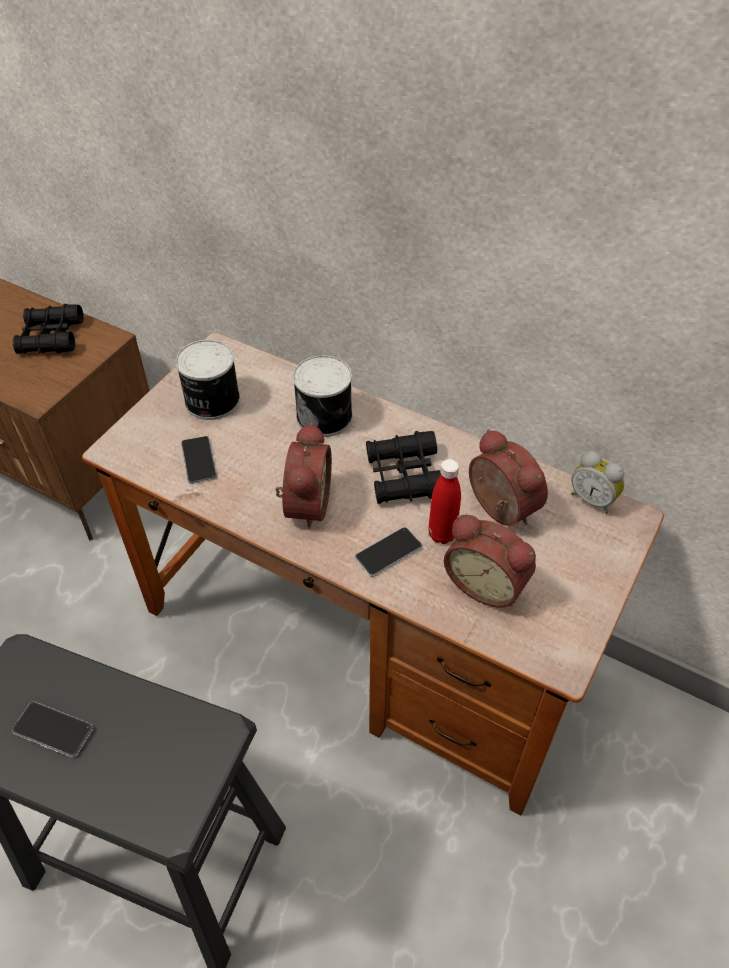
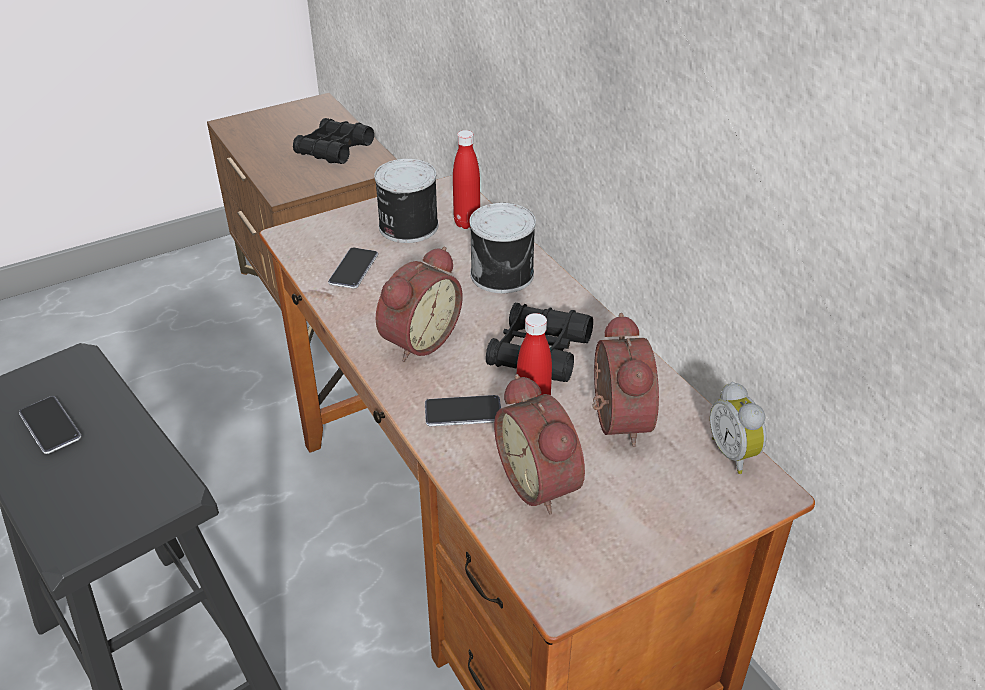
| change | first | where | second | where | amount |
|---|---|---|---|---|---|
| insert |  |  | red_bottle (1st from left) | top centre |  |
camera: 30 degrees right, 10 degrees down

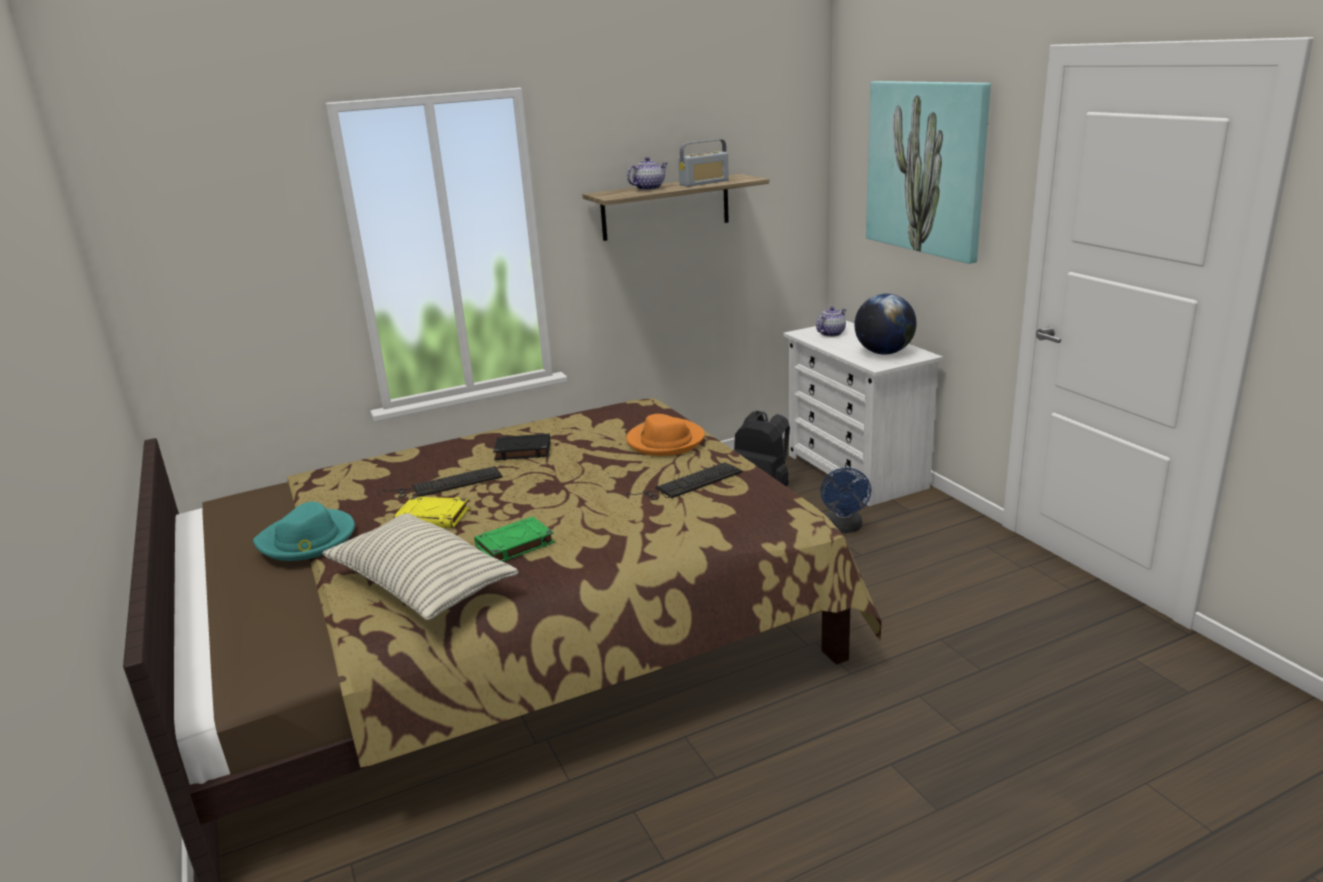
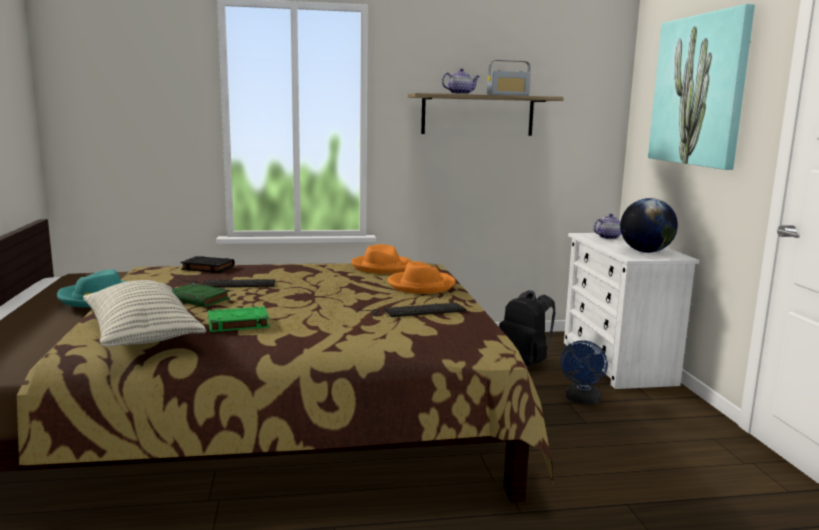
| change | first | where | second | where | amount |
|---|---|---|---|---|---|
| recolor | yellow_book | middle left | green_book (1st from left) | middle left |  |
| move | black_book | centre |  | middle left |  |
| insert |  |  | orange_hat (1st from left) | centre |  |
camera: 15 degrees right, 10 degrees down

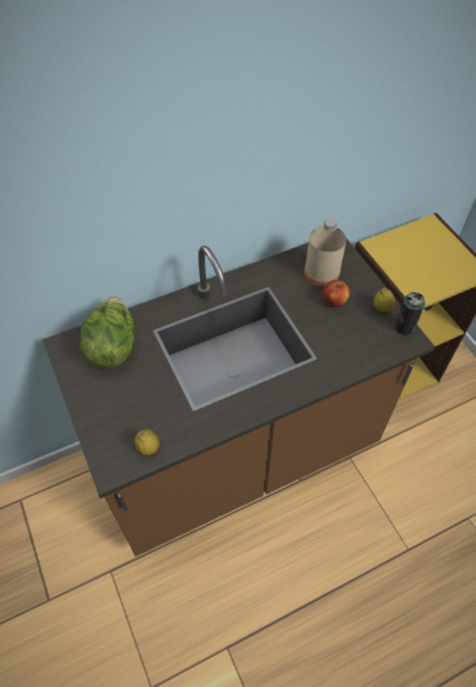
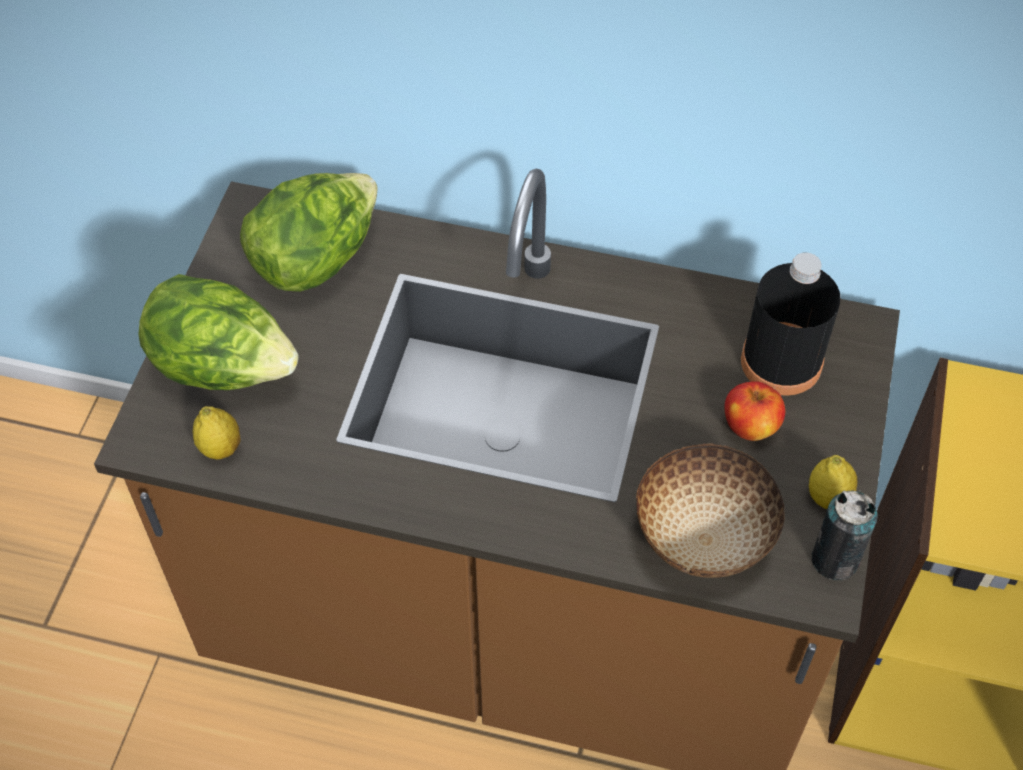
| change | first | where | second | where | amount |
|---|---|---|---|---|---|
| insert |  |  | lettuce (1st from left) | middle left |  |
| insert |  |  | bowl | middle right |  |
| recolor | beige_bottle | middle right | black_bottle | middle right |  |
camera: 40 degrees right, 0 degrees up

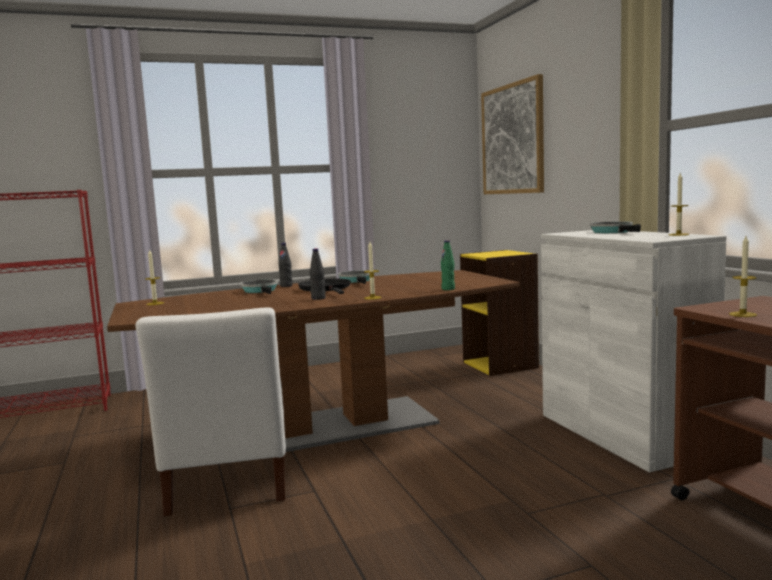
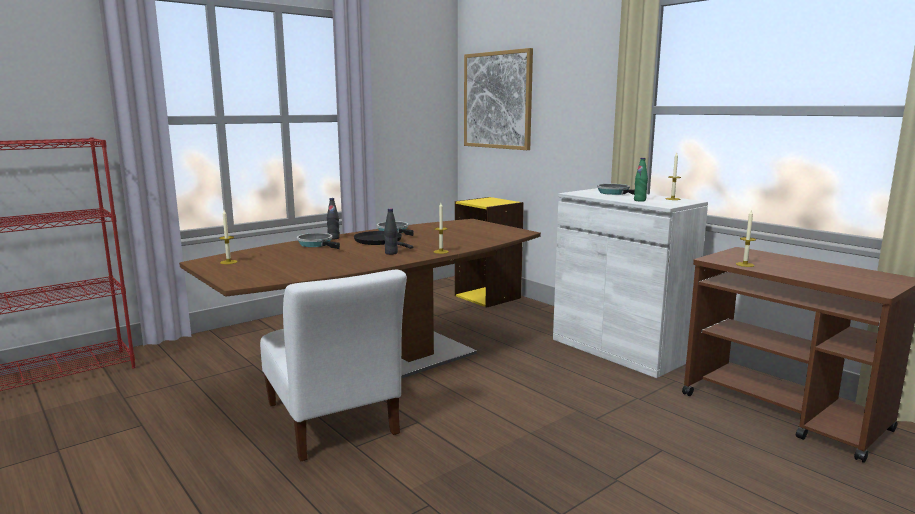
| change | first | where | second | where | amount |
|---|---|---|---|---|---|
| move | green_bottle | centre |  | middle right |  |
camera: 20 degrees left, 5 degrees up

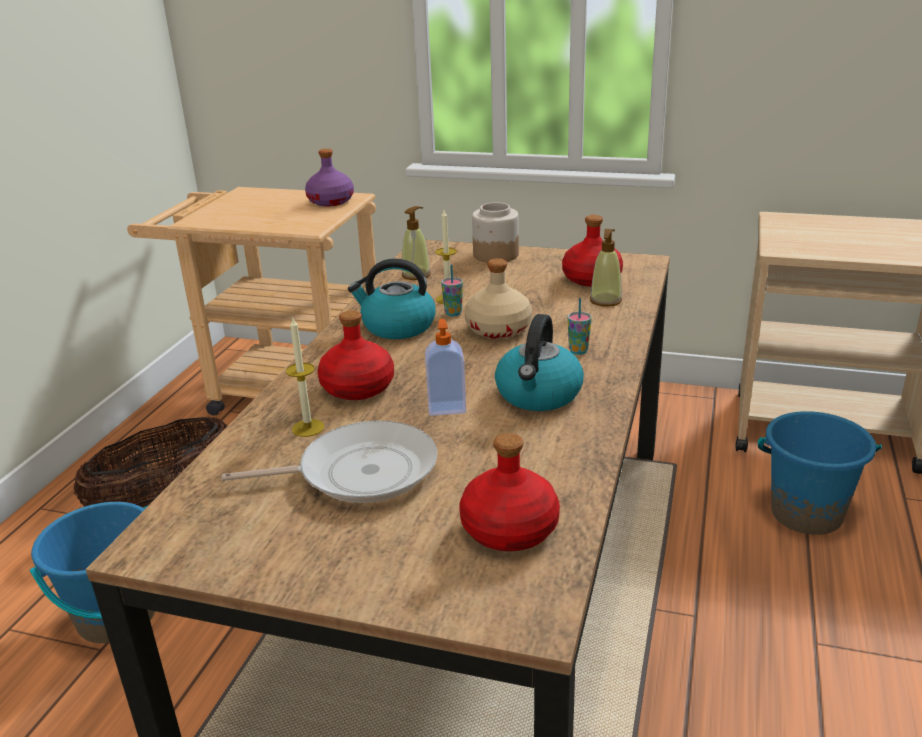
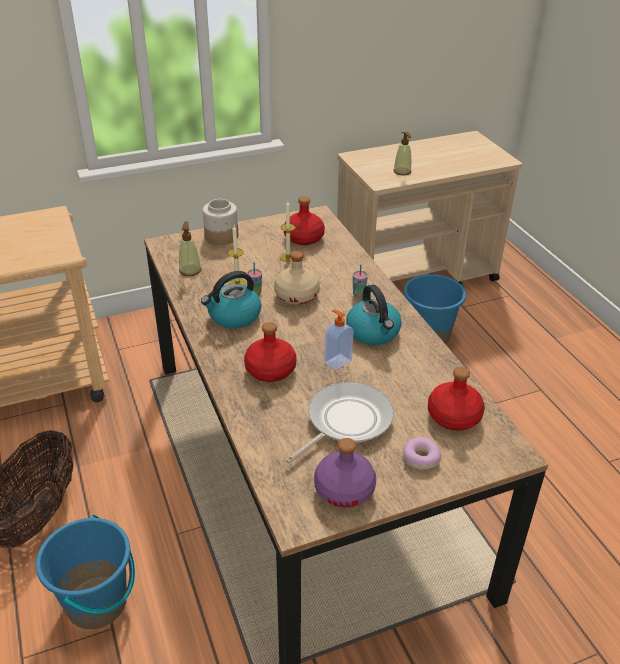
| change | first | where | second | where | amount |
|---|---|---|---|---|---|
| move | candle (1st from left in the first image) | middle left | candle (2nd from left) | centre |  |
| move | purple_bottle | top centre |  | bottom centre |  |
| move | soap_dispenser (3rd from left) | centre |  | top centre |  |
| insert |  |  | donut | bottom right |  |
camera: 40 degrees left, 10 degrees up

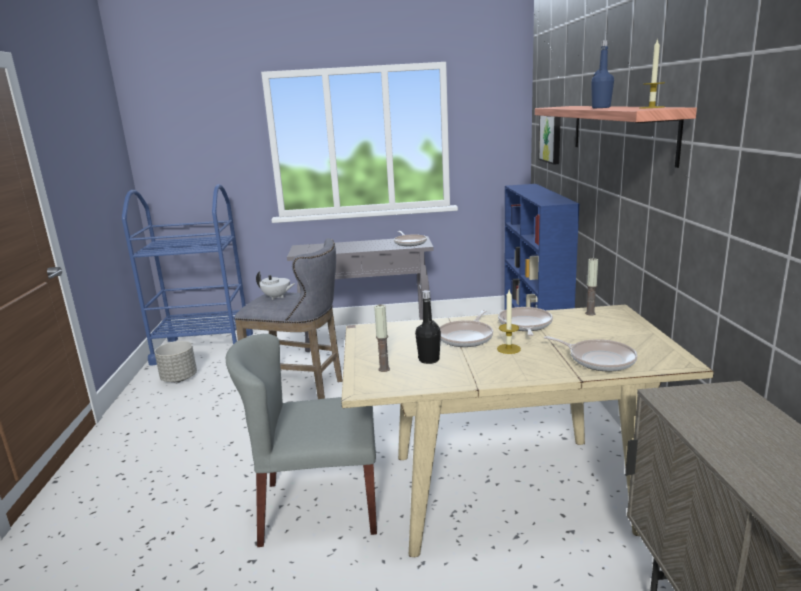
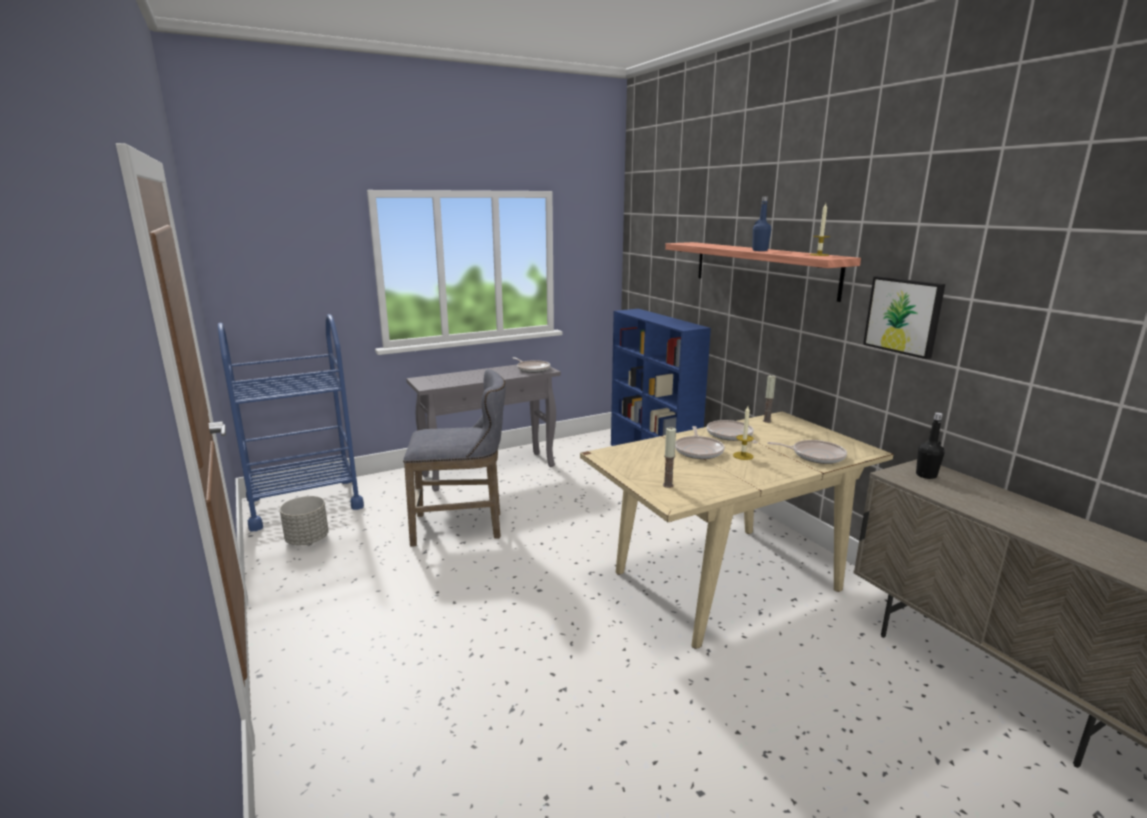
| change | first | where | second | where | amount |
|---|---|---|---|---|---|
| move | picture | top right |  | middle right |  |
| move | black_bottle | centre |  | middle right |  |
| delete | grey_chair | bottom centre |  |  |  |
| delete | white_teapot | centre |  |  |  |
camera: 25 degrees left, 0 degrees up

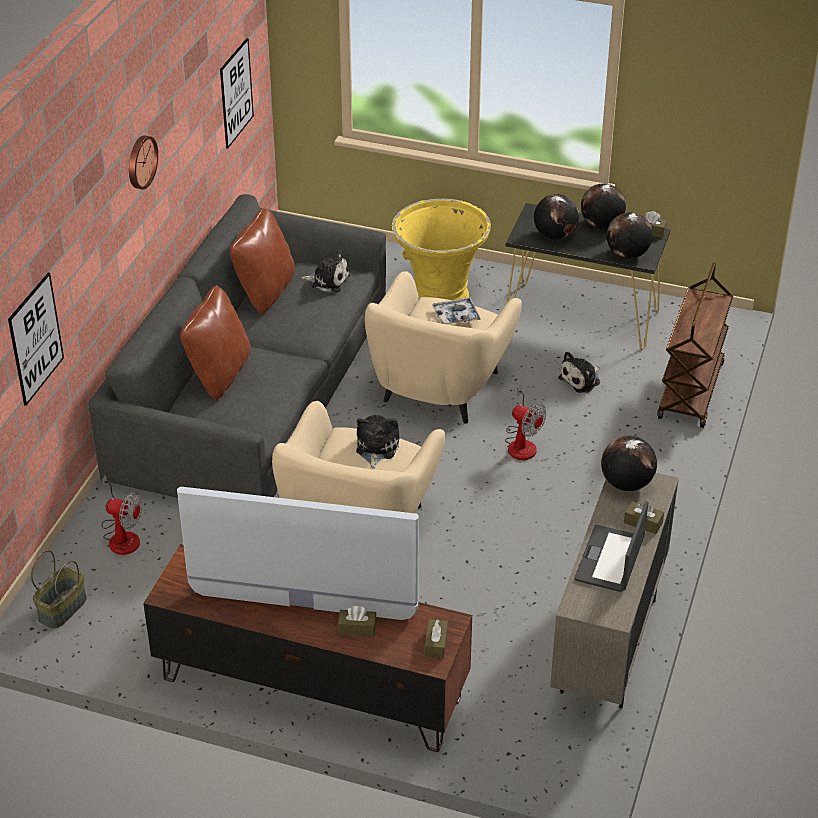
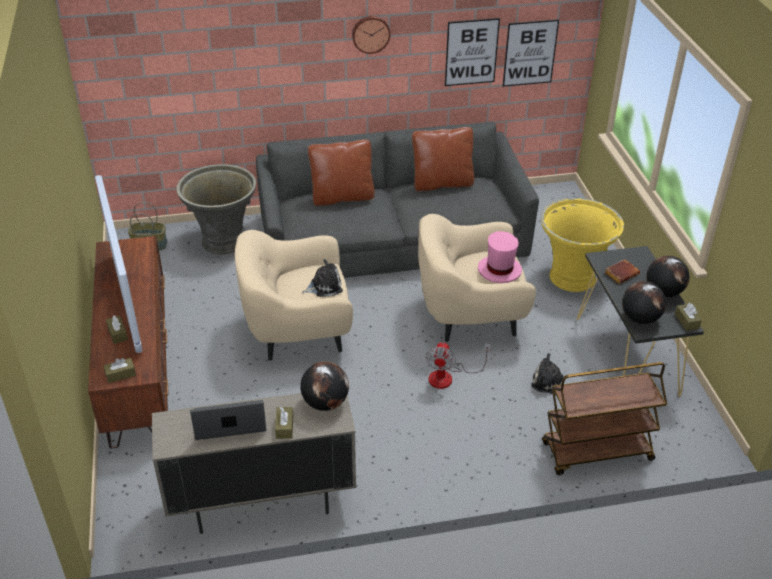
| change | first | where | second | where | amount |
|---|---|---|---|---|---|
| replace | fan (1st from left) | middle left | grey_planter | middle left |  |
| move | picture (1st from left) | middle left |  | top centre |  |
| replace | tray | centre | pink_hat | centre |  |
| replace | globe (1st from left) | top right | brown_book | middle right |  |
| delete | plush_toy (1st from left) | top centre |  |  |  |
camera: 60 degrees right, 0 degrees up

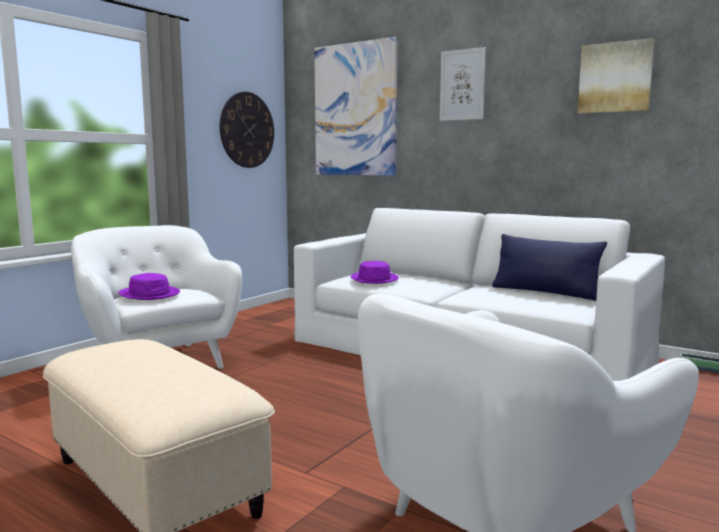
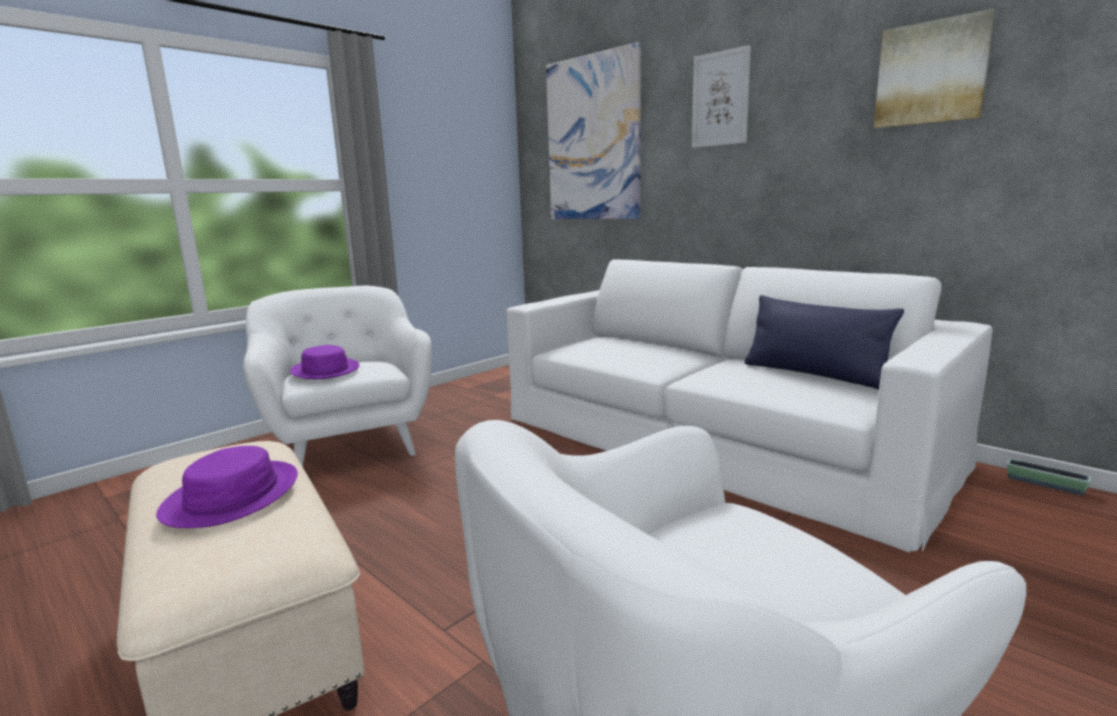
| change | first | where | second | where | amount |
|---|---|---|---|---|---|
| move | purple_hat (2nd from left in the first image) | centre | purple_hat (1st from left) | bottom left |  |
| delete | wall_clock | top centre |  |  |  |
camera: 10 degrees right, 5 degrees up

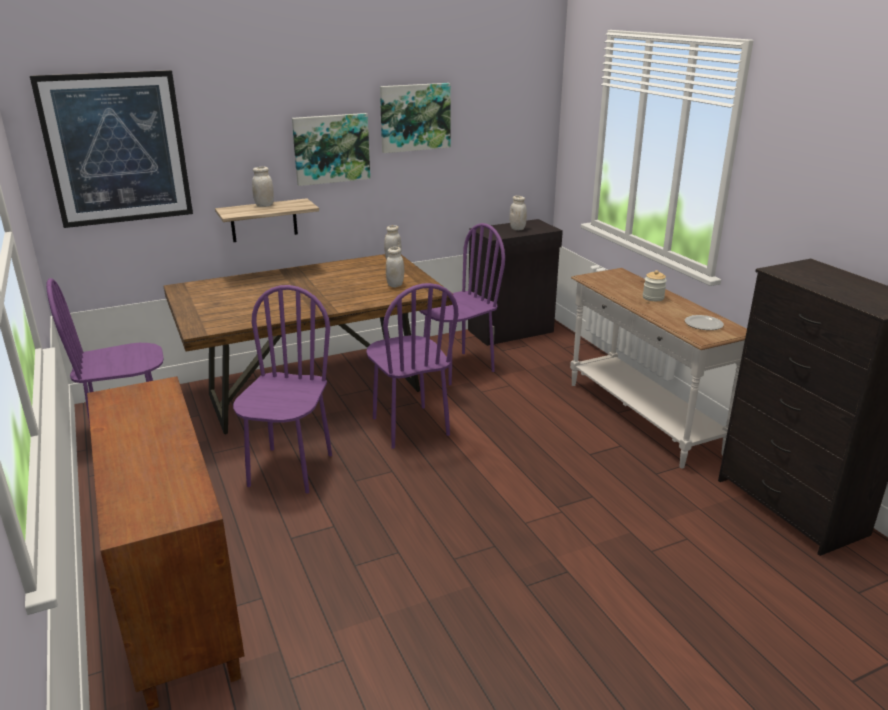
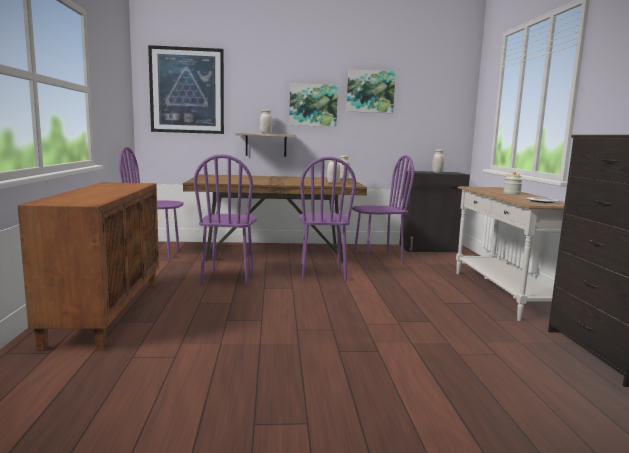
| change | first | where | second | where | amount |
|---|---|---|---|---|---|
| rotate | purple_chair (2nd from left) | middle left |  | centre | 150 degrees clockwise |
camera: 20 degrees right, 15 degrees down

